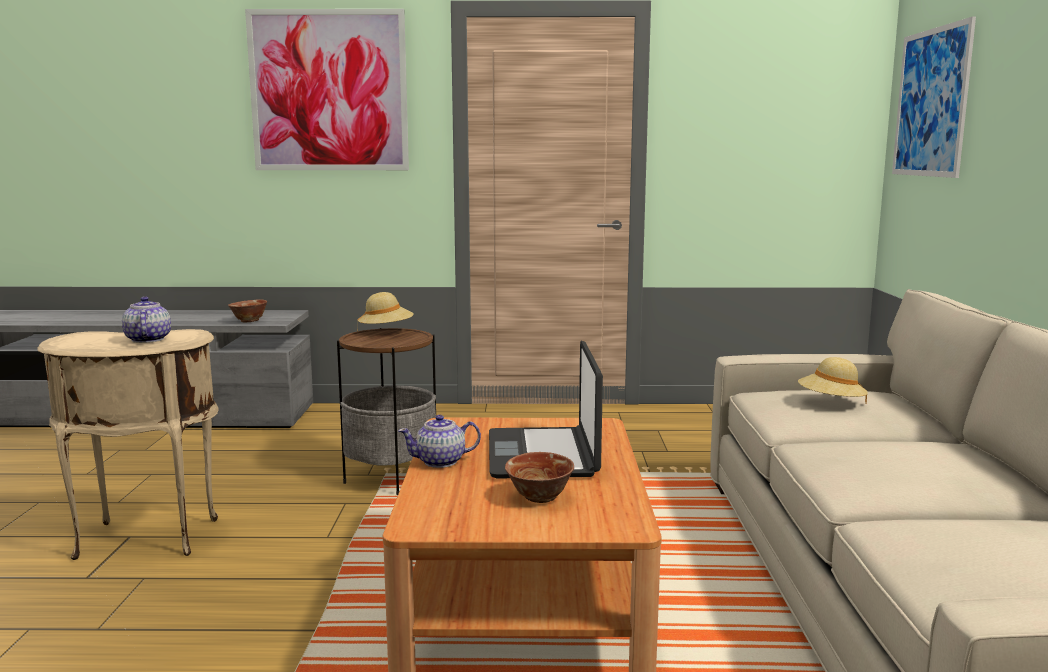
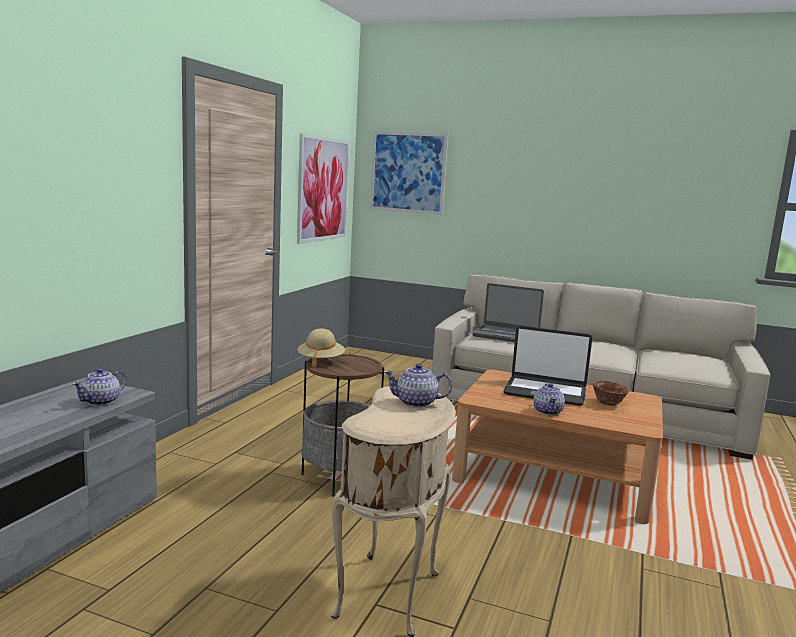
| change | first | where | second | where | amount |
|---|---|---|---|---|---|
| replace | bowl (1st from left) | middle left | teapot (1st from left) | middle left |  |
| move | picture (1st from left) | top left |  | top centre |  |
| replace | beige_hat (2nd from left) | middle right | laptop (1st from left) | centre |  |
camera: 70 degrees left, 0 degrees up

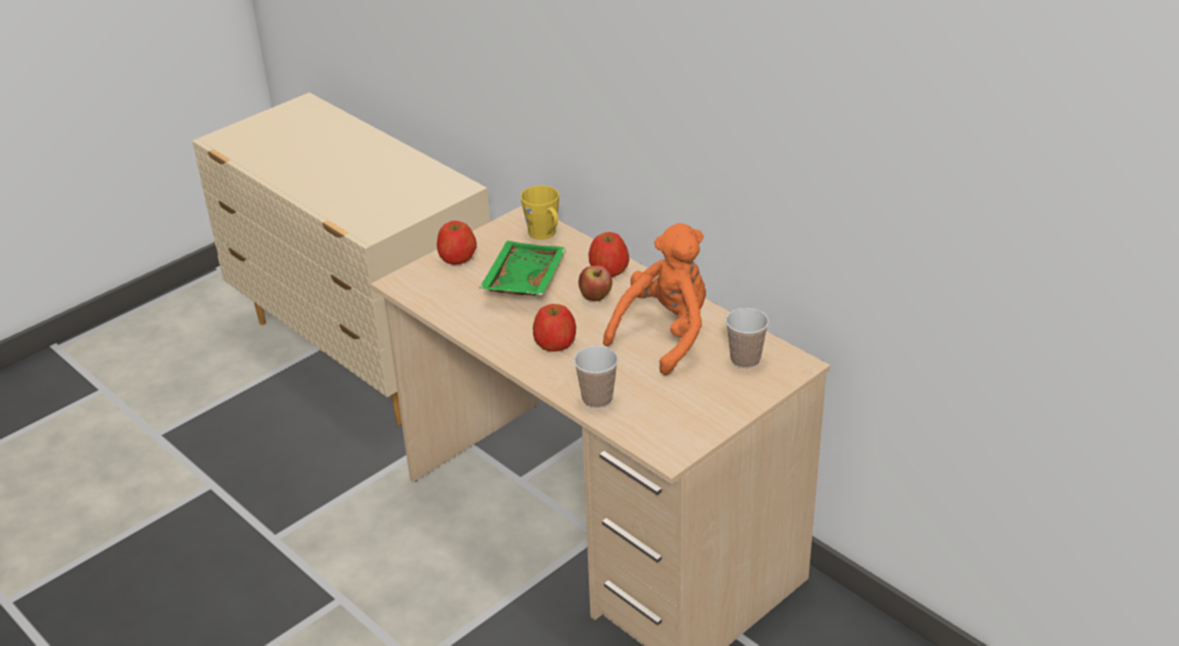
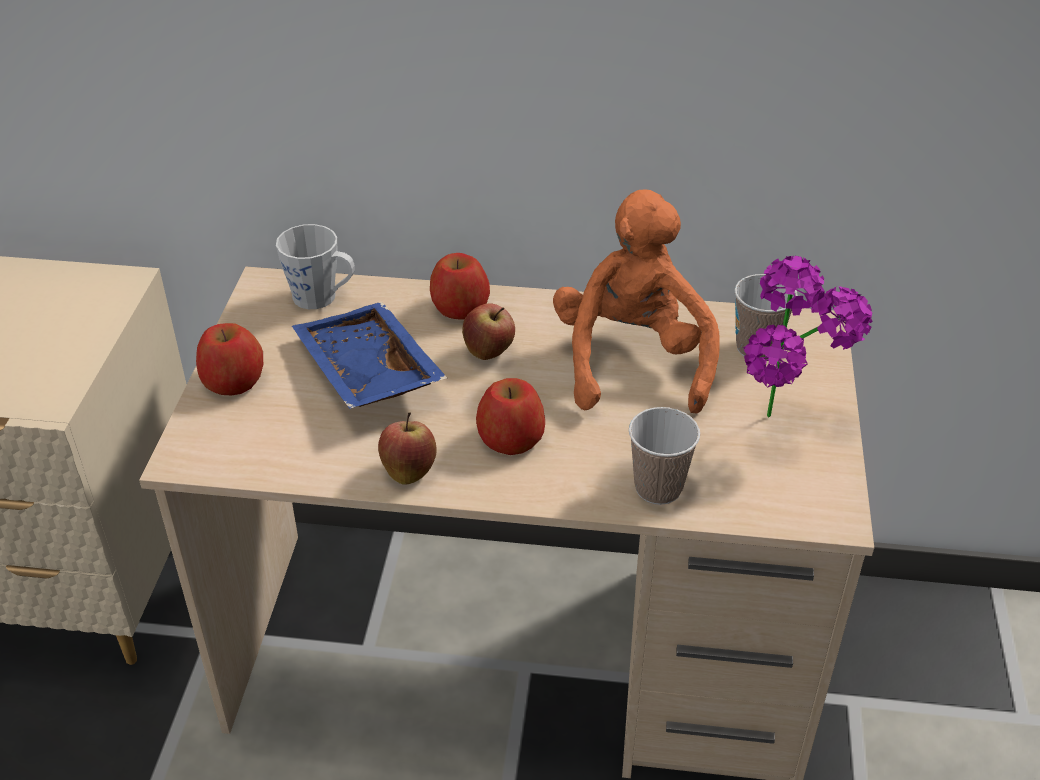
| change | first | where | second | where | amount |
|---|---|---|---|---|---|
| recolor | yellow_mug | top centre | grey_mug | middle left |  |
| recolor | green_tray | centre | blue_tray | centre |  |
| insert |  |  | apple (2nd from left) | centre |  |
| insert |  |  | potted_plant | middle right |  |
camera: 40 degrees left, 5 degrees up

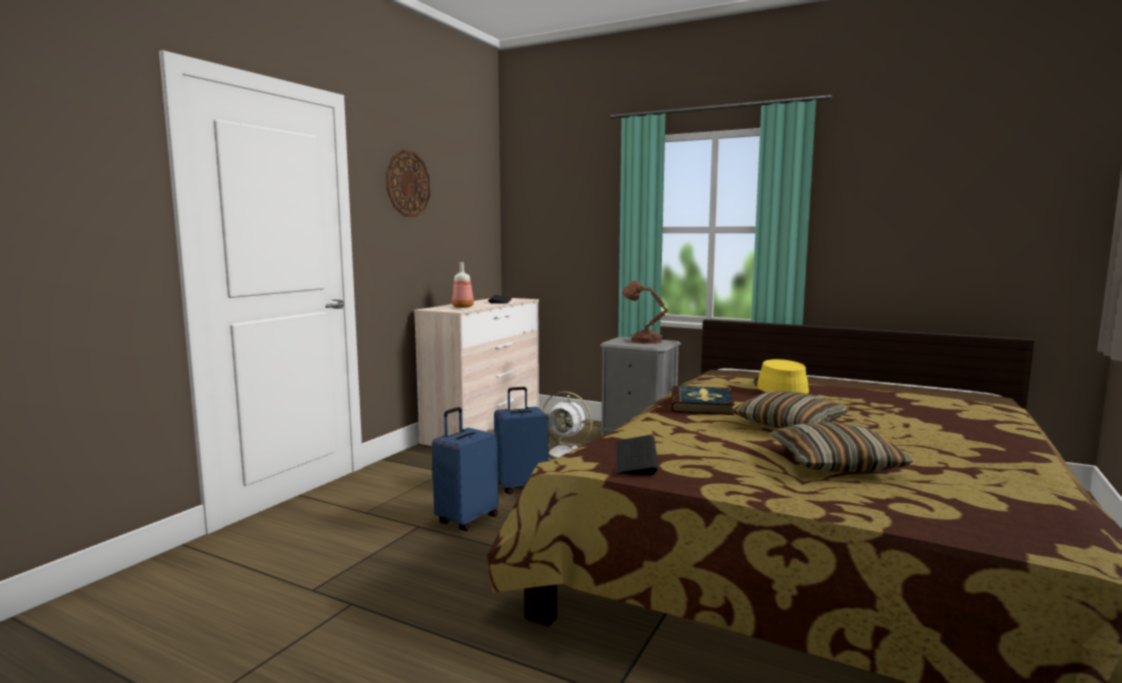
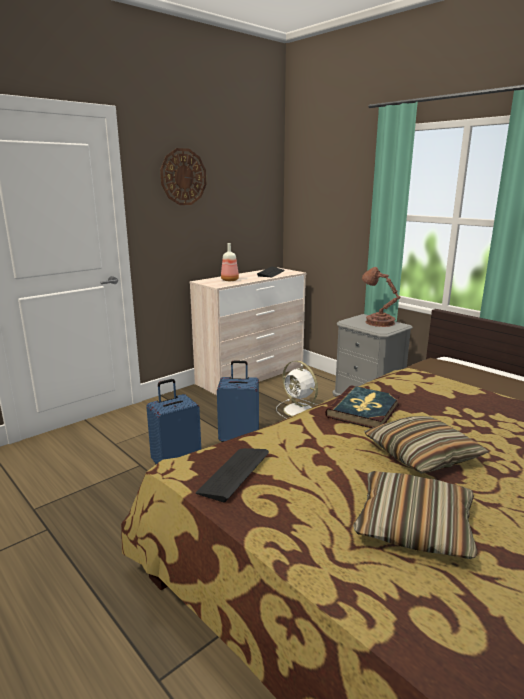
| change | first | where | second | where | amount |
|---|---|---|---|---|---|
| delete | yellow_hat | middle right |  |  |  |
camera: 20 degrees right, 10 degrees up

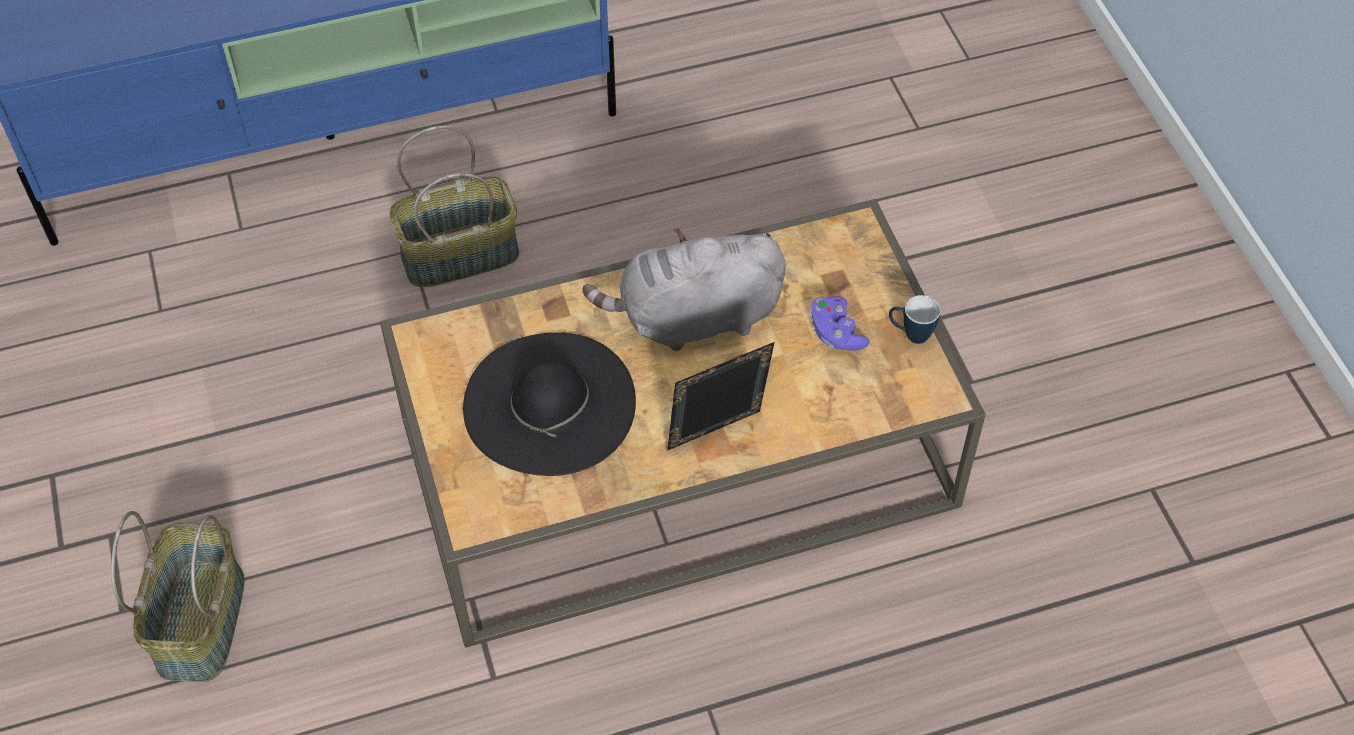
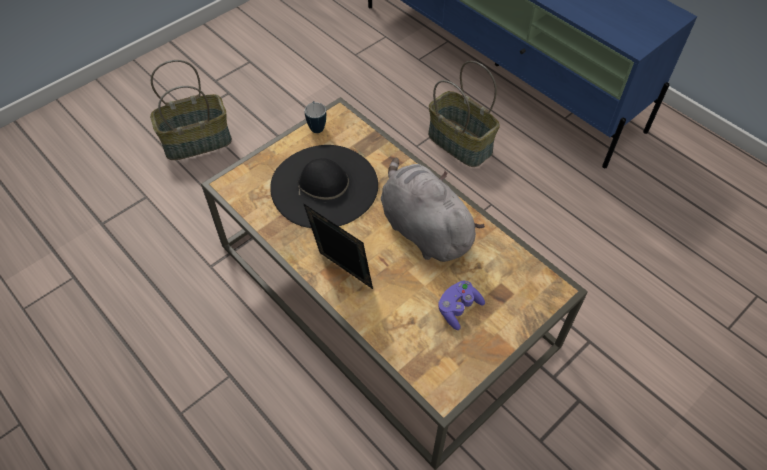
| change | first | where | second | where | amount |
|---|---|---|---|---|---|
| move | mug | middle right |  | top centre |  |
camera: 65 degrees right, 0 degrees up

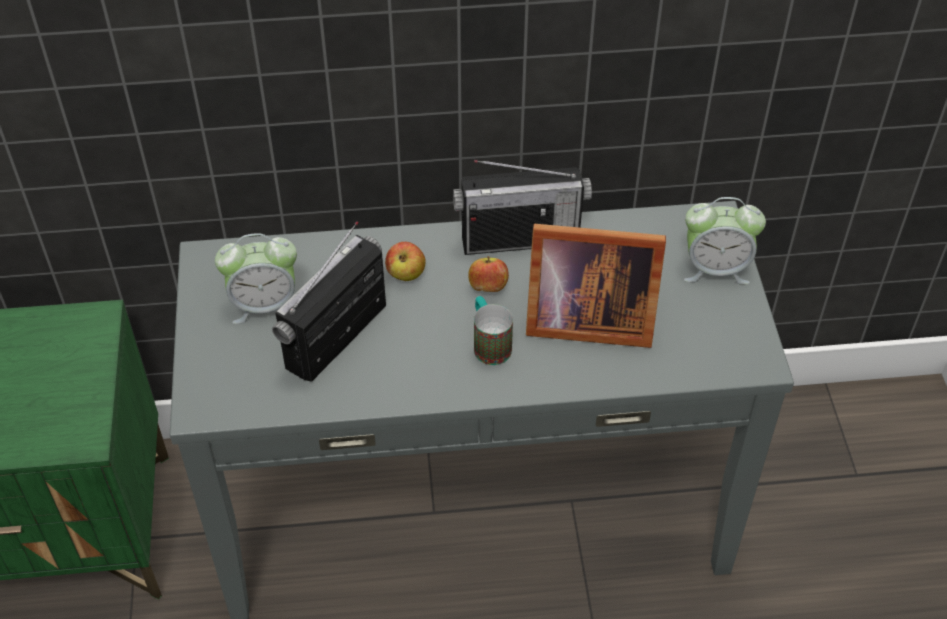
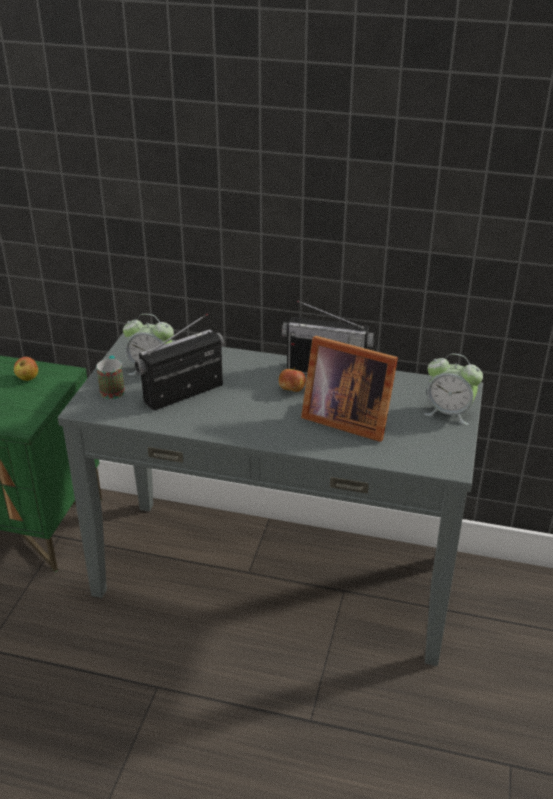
| change | first | where | second | where | amount |
|---|---|---|---|---|---|
| move | apple (1st from left) | centre |  | middle left |  |
| move | mug | centre |  | middle left |  |
camera: 20 degrees right, 15 degrees down

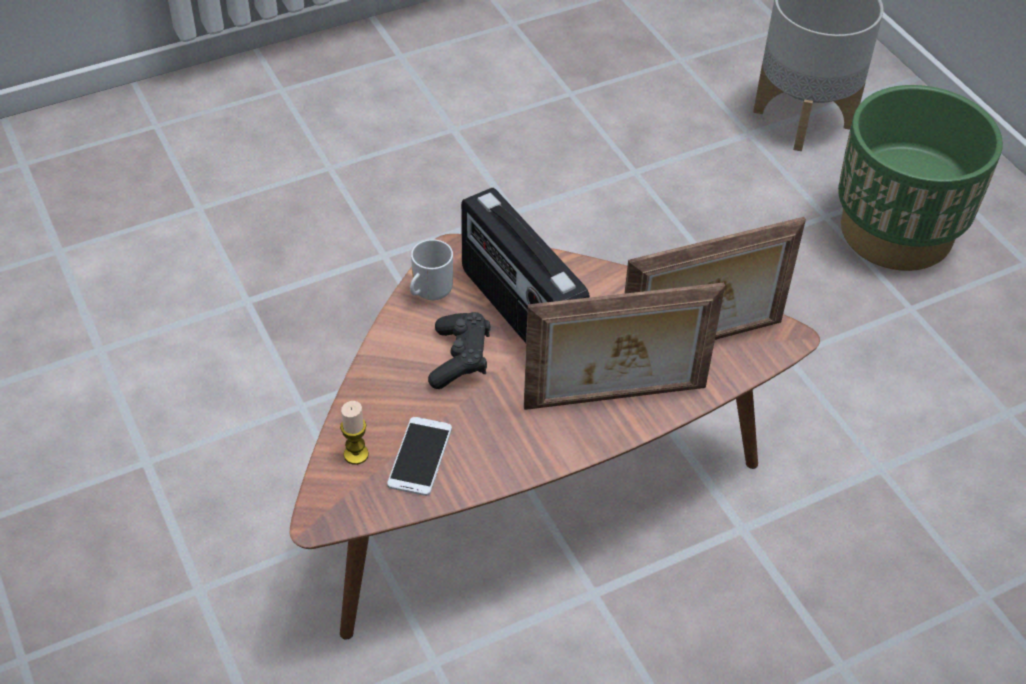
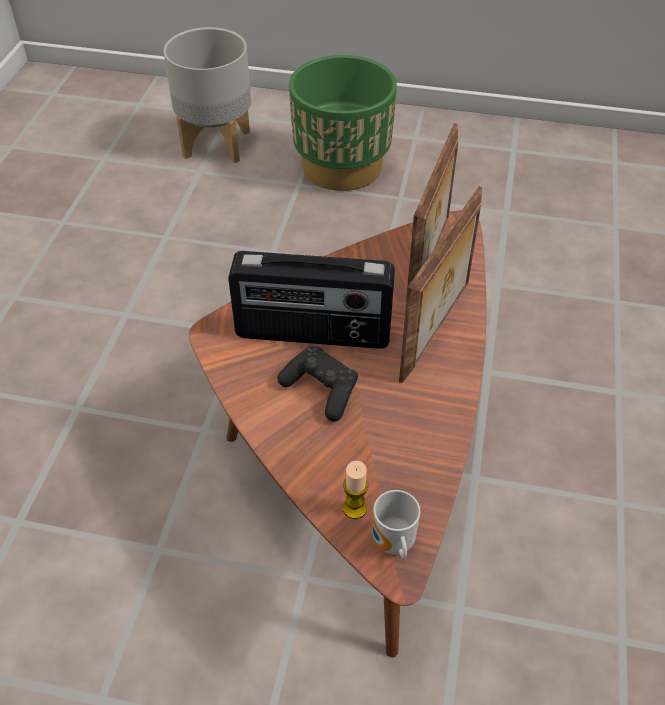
| change | first | where | second | where | amount |
|---|---|---|---|---|---|
| move | mug | centre |  | bottom centre |  |
| delete | phone | bottom centre |  |  |  |
camera: 50 degrees left, 0 degrees up

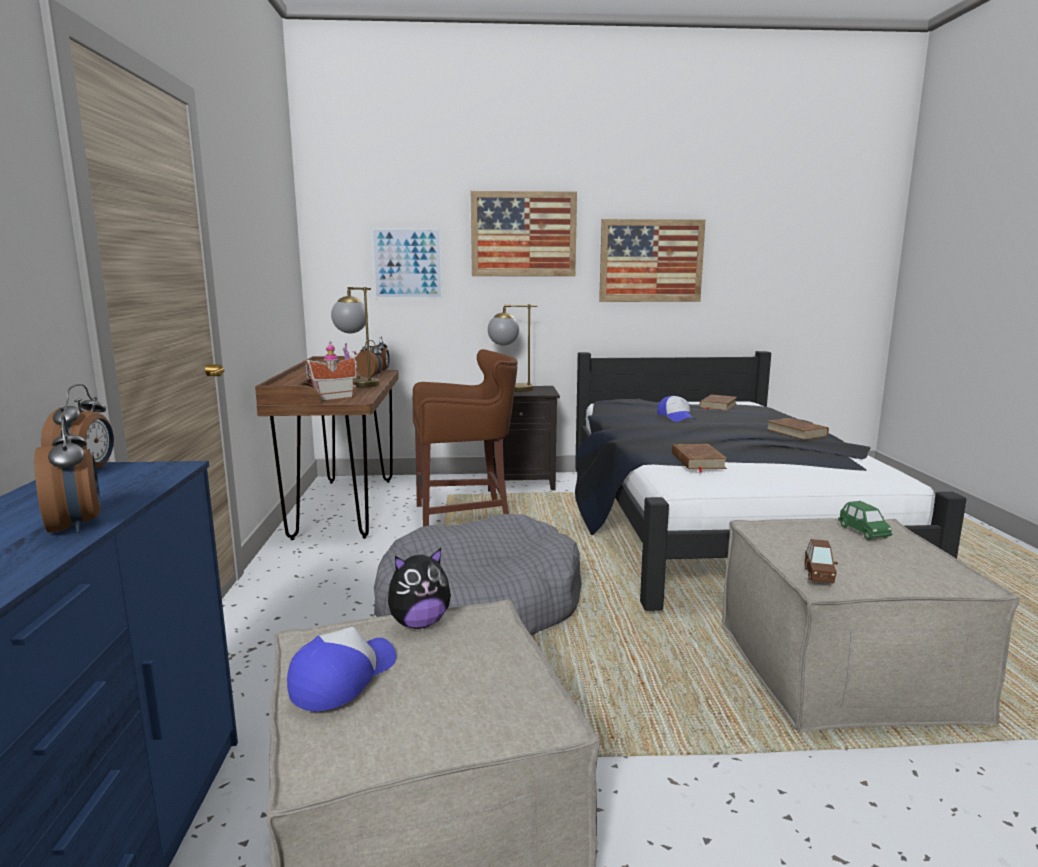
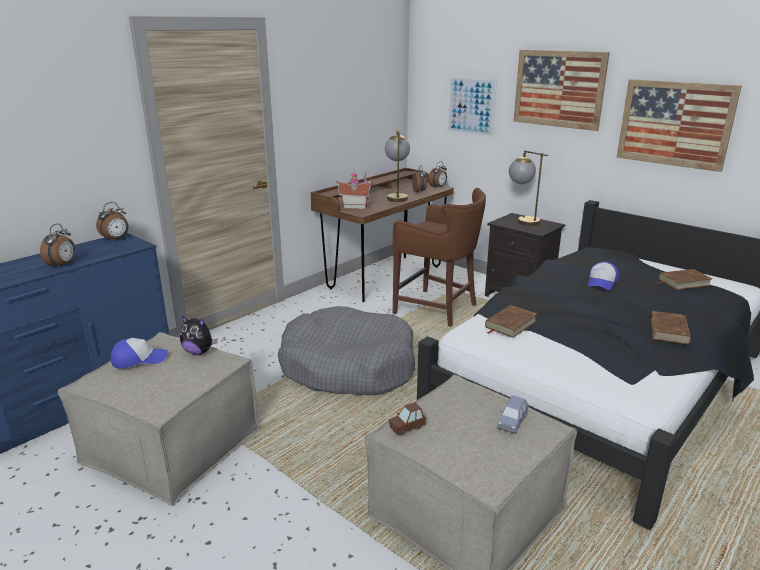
| change | first | where | second | where | amount |
|---|---|---|---|---|---|
| recolor | green_toy_car | middle right | blue_toy_car | bottom right |  |
camera: 45 degrees right, 10 degrees up

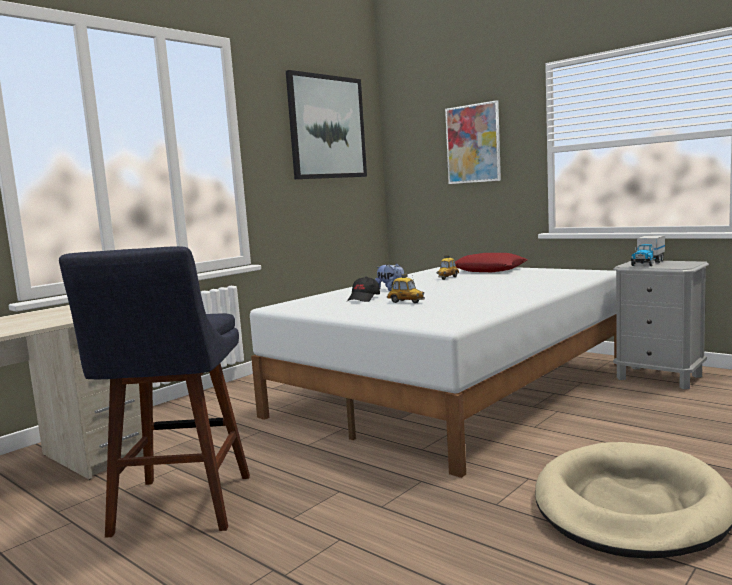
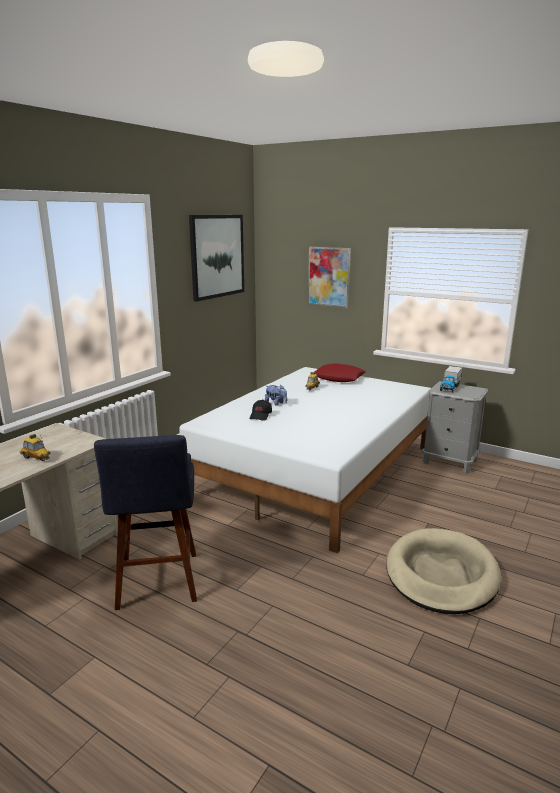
| change | first | where | second | where | amount |
|---|---|---|---|---|---|
| move | toy_car (1st from left) | centre |  | middle left |  |
camera: 10 degrees left, 10 degrees up

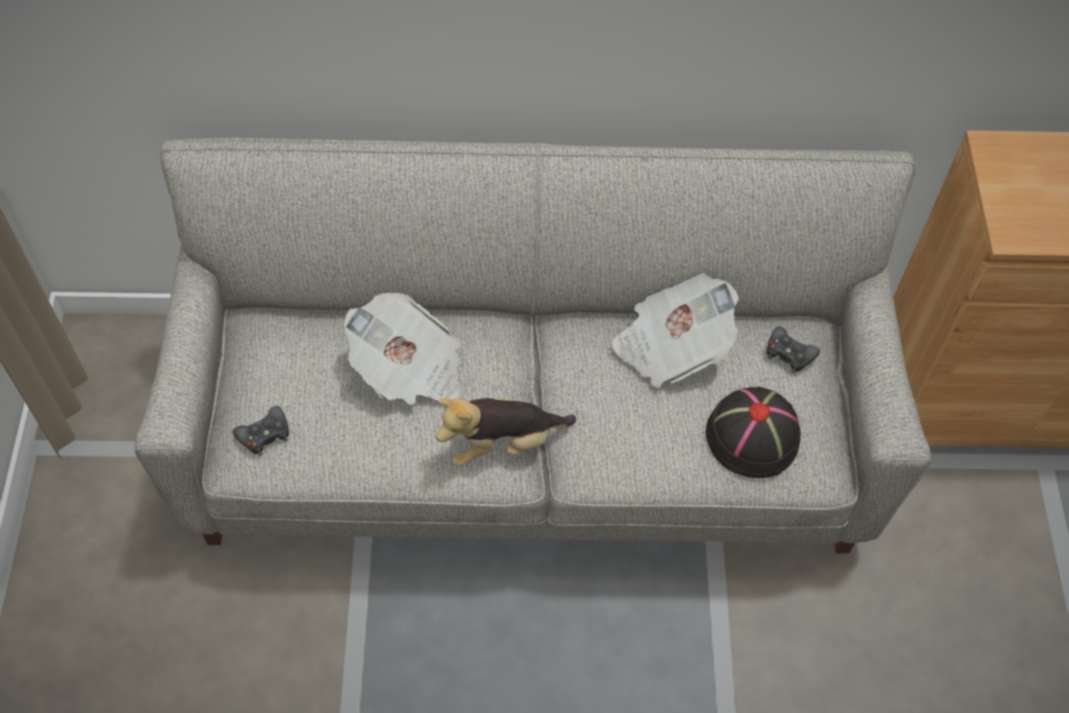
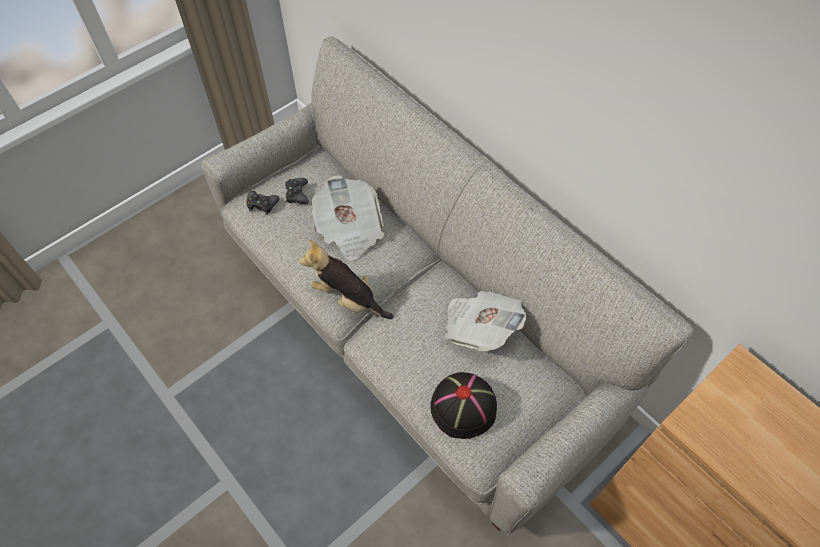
| change | first | where | second | where | amount |
|---|---|---|---|---|---|
| move | black_game_controller (2nd from left) | middle right |  | centre |  |
camera: 50 degrees right, 0 degrees up

